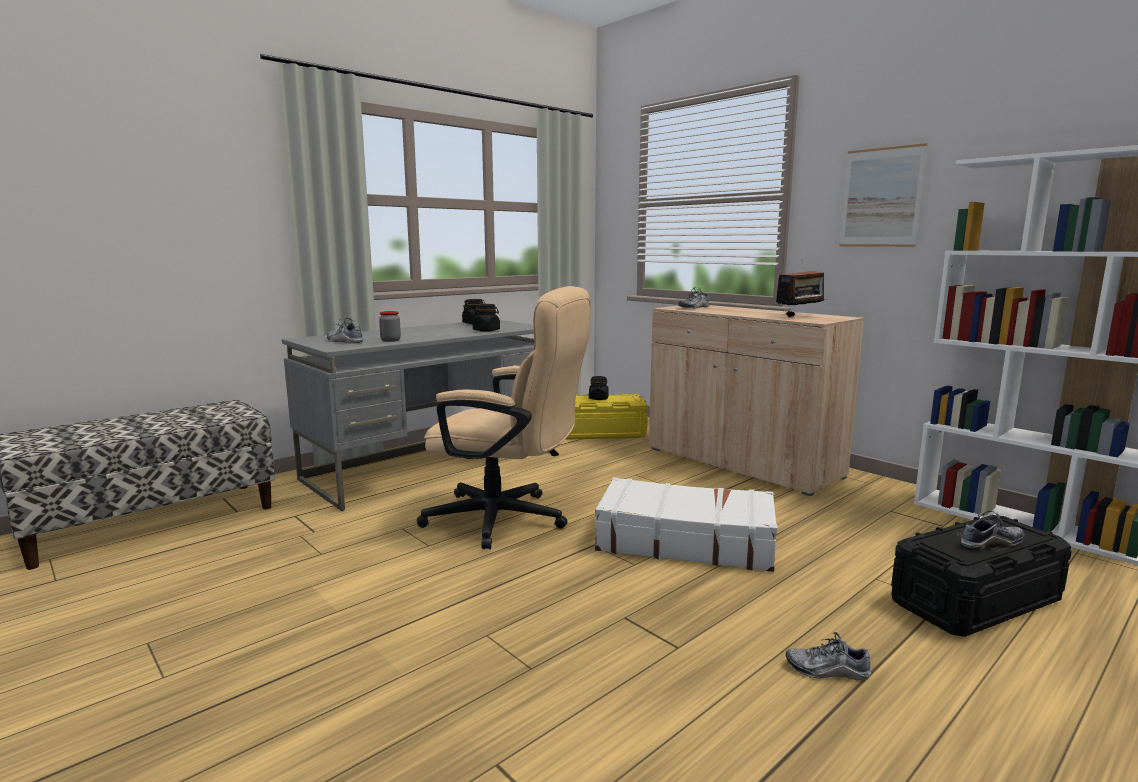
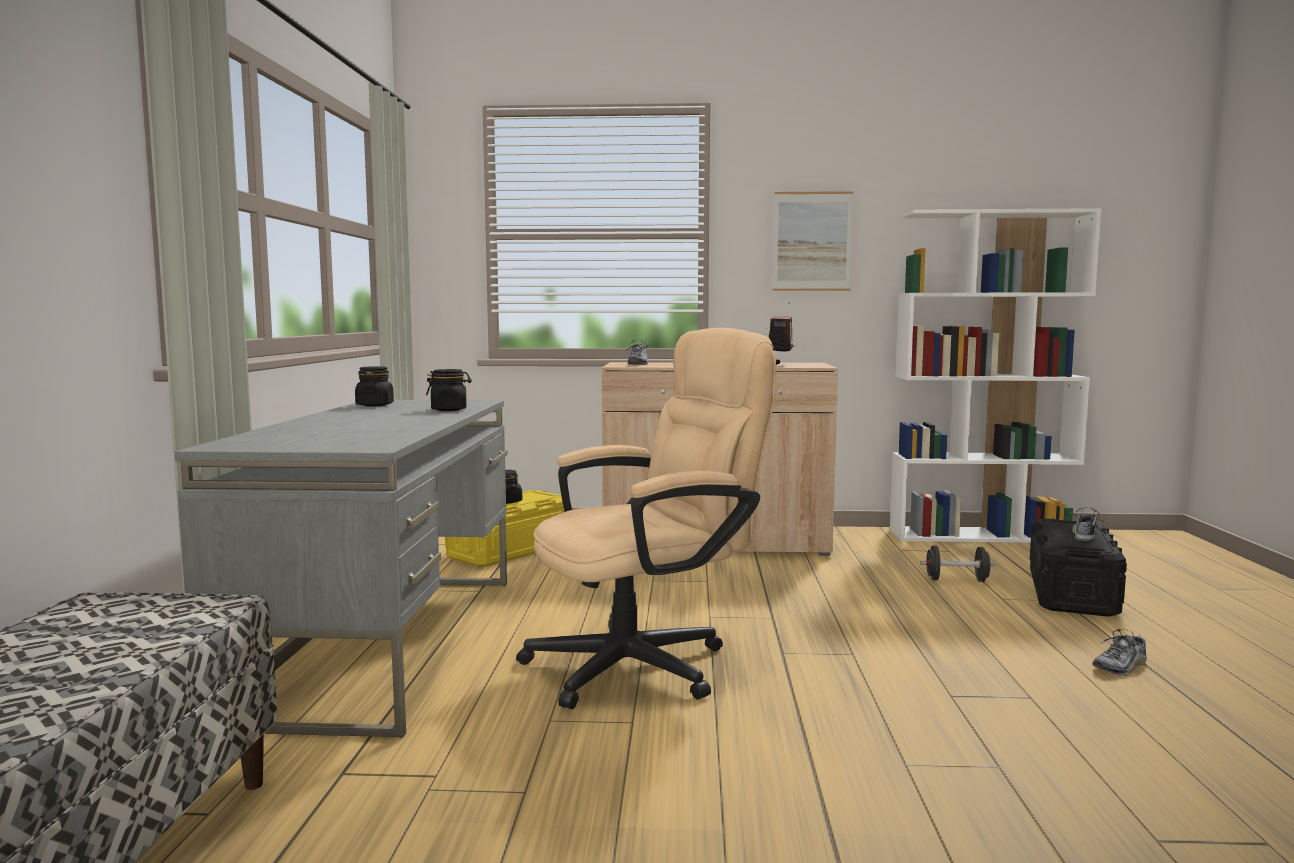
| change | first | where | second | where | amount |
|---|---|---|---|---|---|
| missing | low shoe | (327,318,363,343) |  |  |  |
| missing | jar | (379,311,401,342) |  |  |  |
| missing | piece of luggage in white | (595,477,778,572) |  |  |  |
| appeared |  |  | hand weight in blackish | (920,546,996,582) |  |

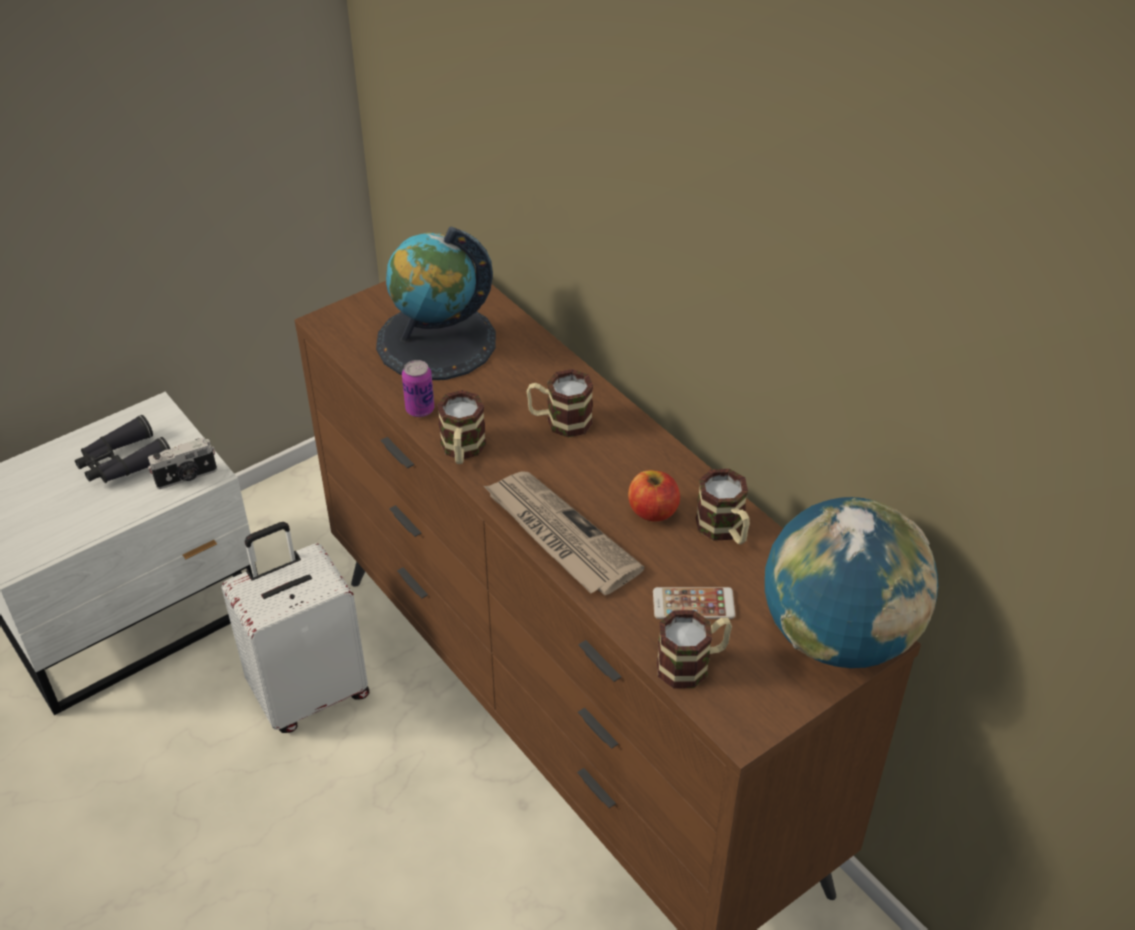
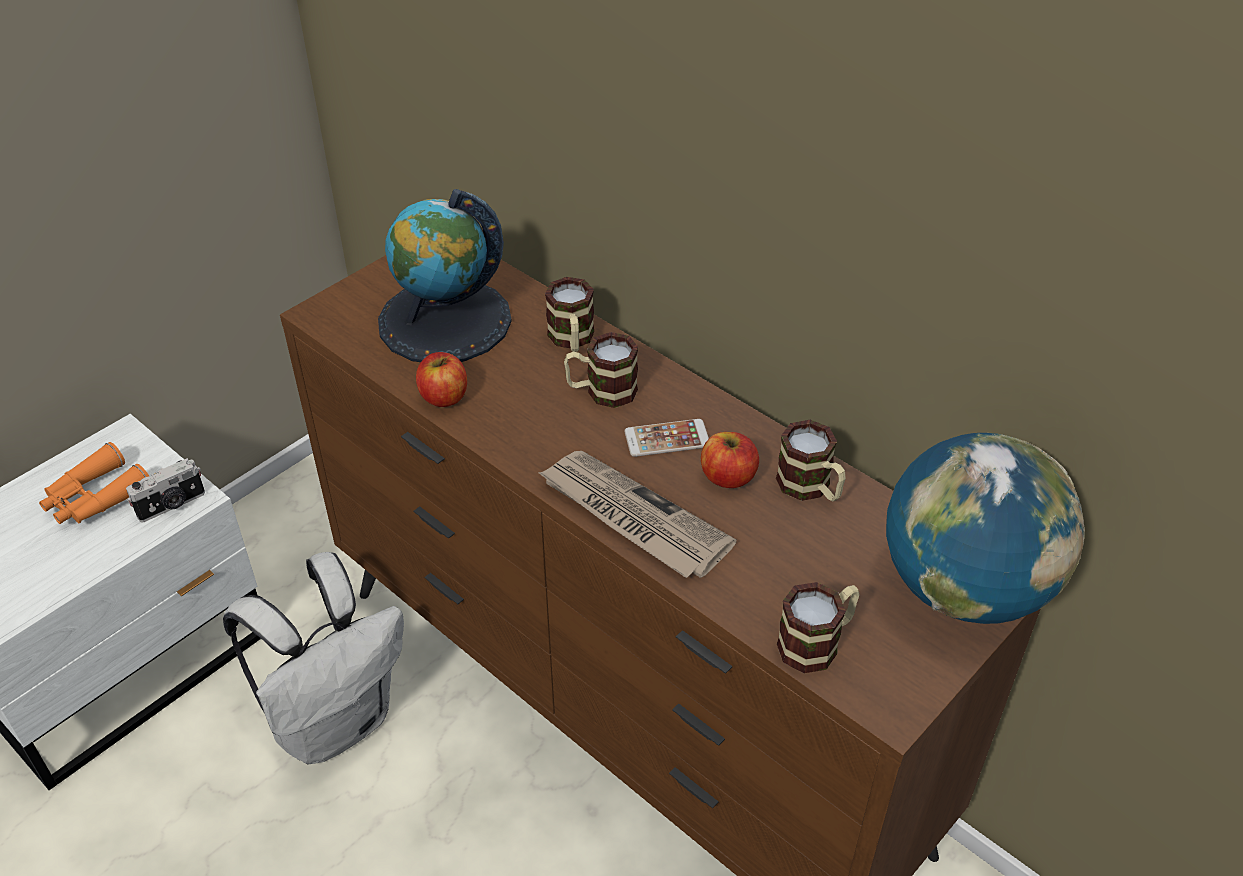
| change | first | where | second | where | amount |
|---|---|---|---|---|---|
| relocated | tea mug | (437,390,486,464) |  | (545,277,595,352) |  |
| relocated | telephone | (653,587,736,619) |  | (624,419,709,457) |  |
| exchanged | piece of luggage in white | (222,522,369,733) | knapsack in white | (223,552,404,764) |  |
| exchanged | metal can | (402,360,434,417) | apple | (416,352,467,407) |  |
| colour | field glasses in blackish | (75,415,170,483) | field glasses in orange | (39,442,149,524) |  |

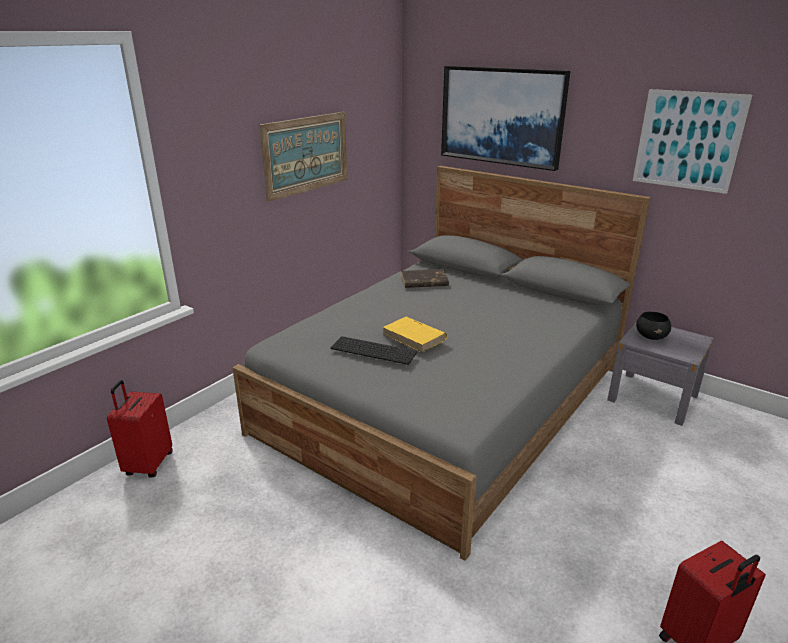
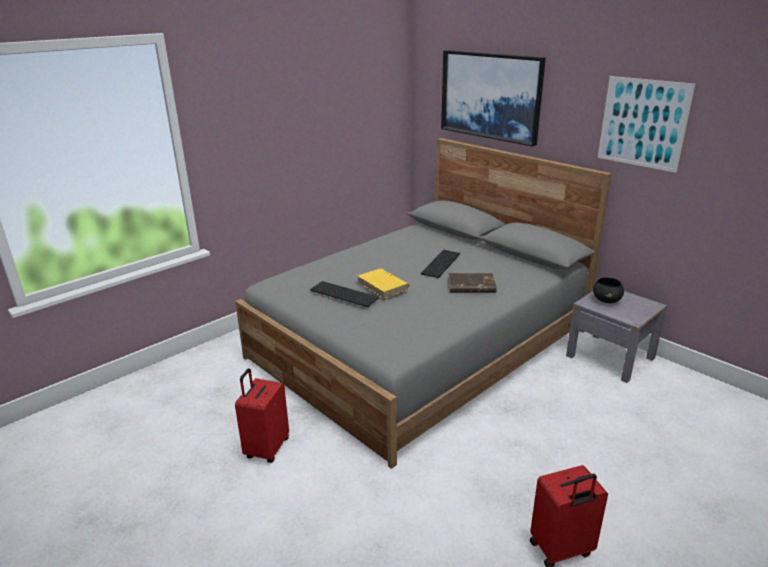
| change | first | where | second | where | amount |
|---|---|---|---|---|---|
| missing | wall picture | (259,112,348,202) |  |  |  |
| appeared |  |  | PC keyboard | (421,250,460,278) |  |
| relocated | piece of luggage in red-coloured | (107,380,173,477) |  | (235,368,289,463) |  |
| relocated | book in brown | (401,269,449,288) |  | (448,273,497,293) |  |

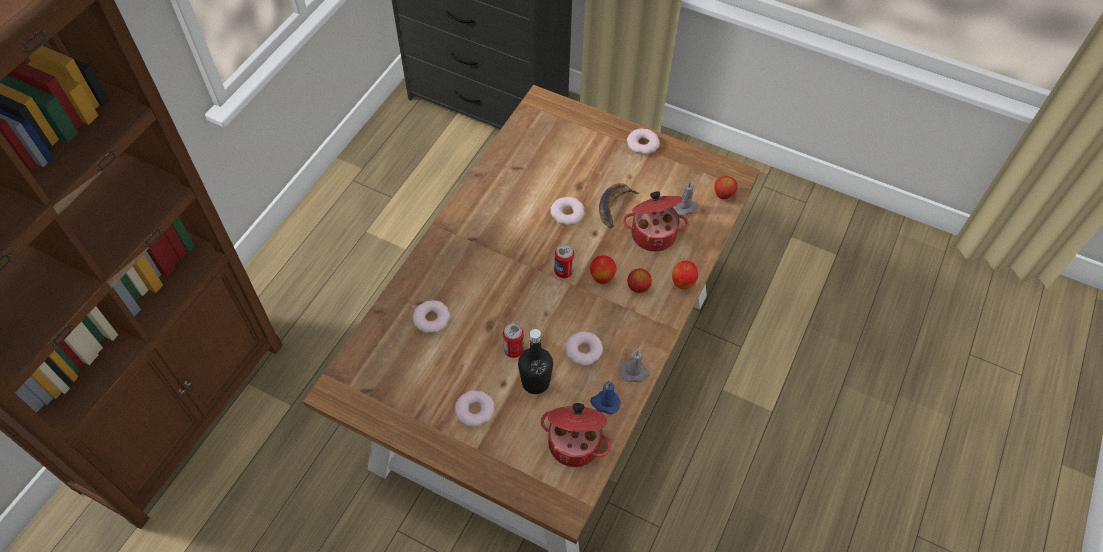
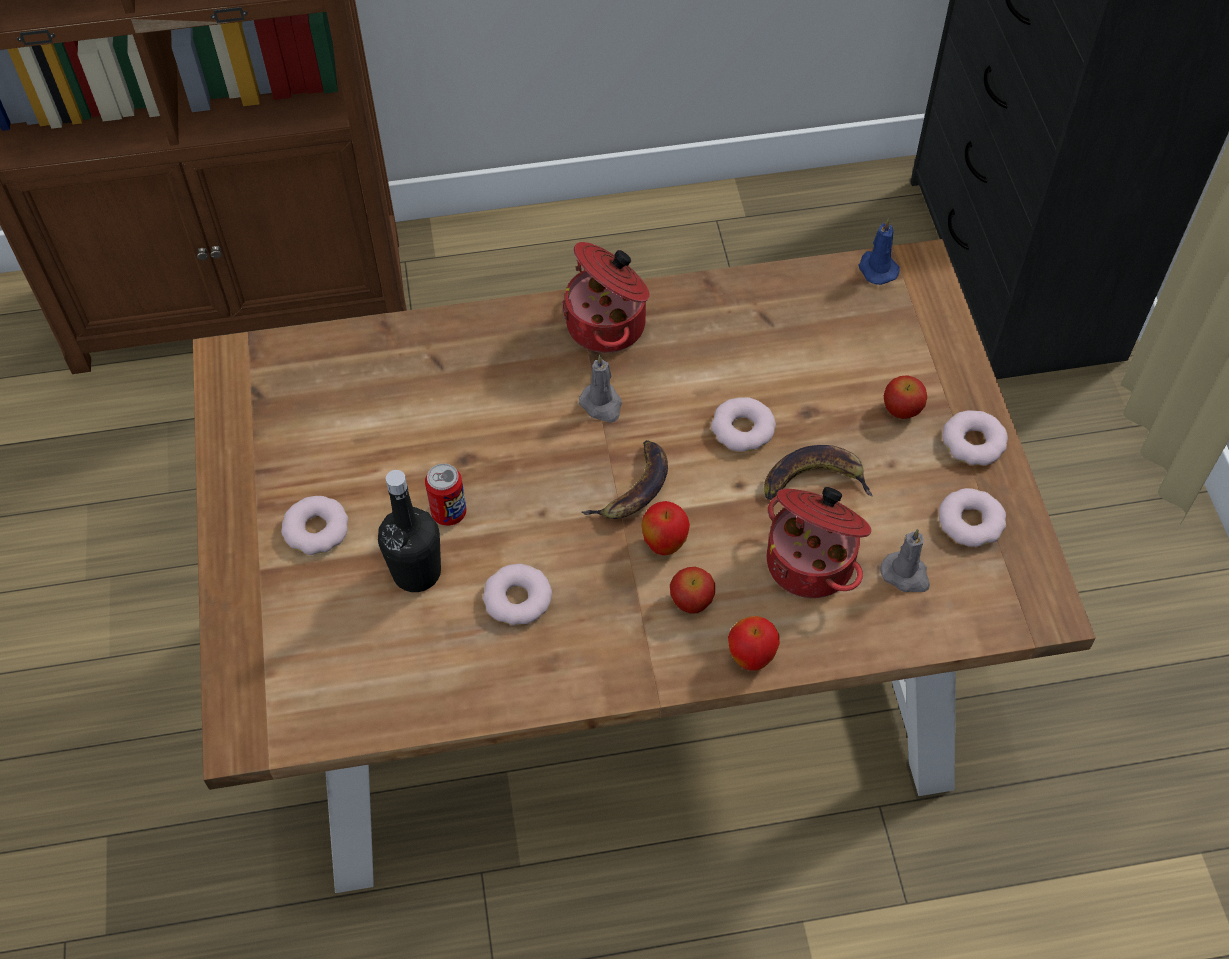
| change | first | where | second | where | amount |
|---|---|---|---|---|---|
| relocated | doughnut | (413,300,450,333) |  | (939,488,1006,547) |  |
| relocated | stockpot | (541,403,611,467) |  | (562,242,650,353) |  |
| relocated | wax candle in blue-coloured | (590,381,621,415) |  | (858,218,900,285) |  |
| relocated | wax candle in gray | (620,350,650,383) |  | (579,355,622,423) |  |
| relocated | apple | (715,176,738,199) |  | (884,375,927,419) |  |
| exchanged | metal can | (554,244,575,278) | banana fruit | (582,440,668,519) |  |

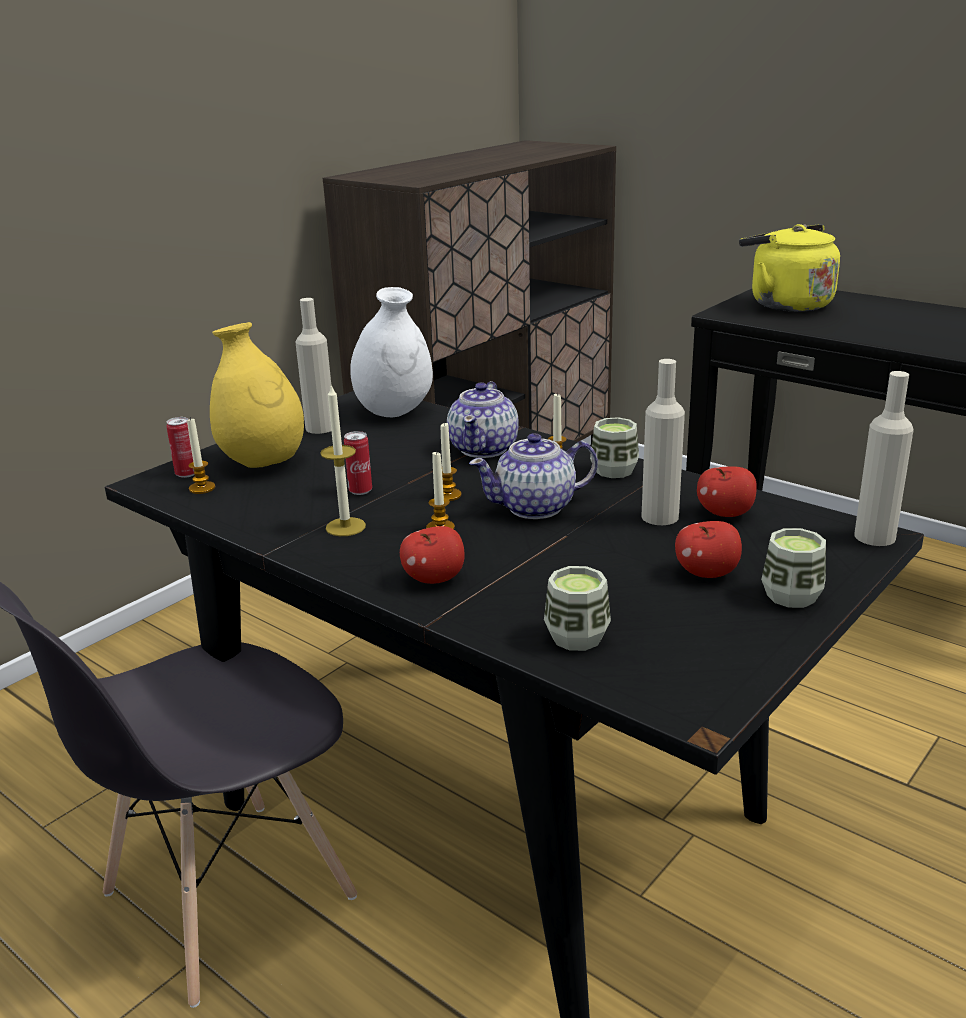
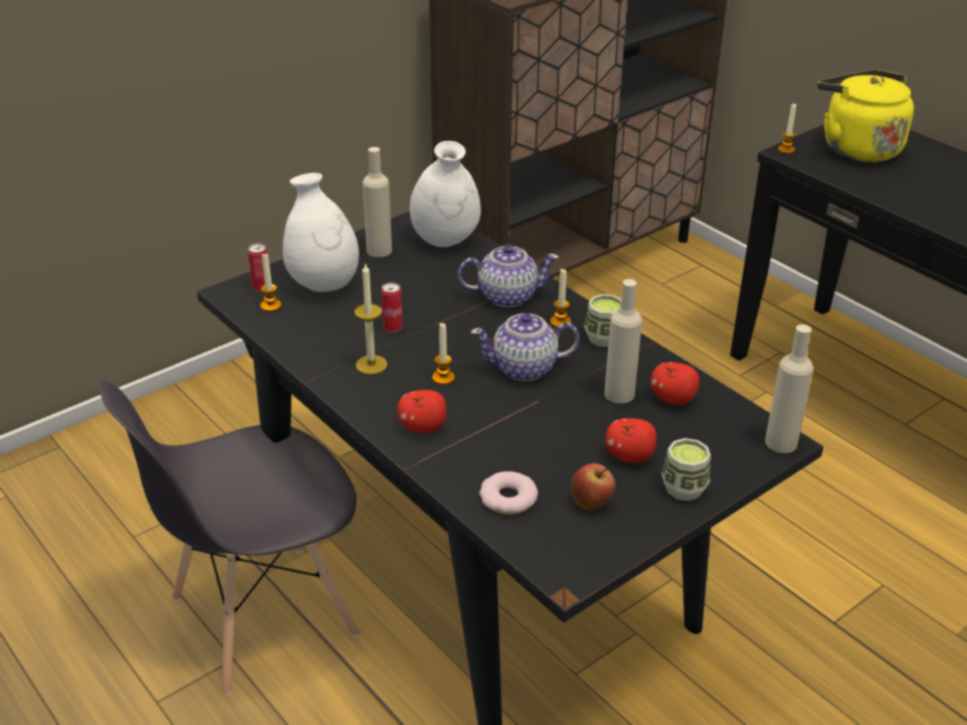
| change | first | where | second | where | amount |
|---|---|---|---|---|---|
| appeared |  |  | apple | (571,463,616,510) |  |
| relocated | wax candle | (441,423,461,501) |  | (778,104,796,154) |  |
| exchanged | drinking cup | (544,566,611,651) | doughnut | (479,471,538,514) |  |
| colour | vase in yellow-coloured | (210,322,304,468) | vase in white | (283,173,359,292) |  |
| spun | teapot | (447,381,519,458) |  | (458,245,559,307) | 120 degrees counterclockwise |

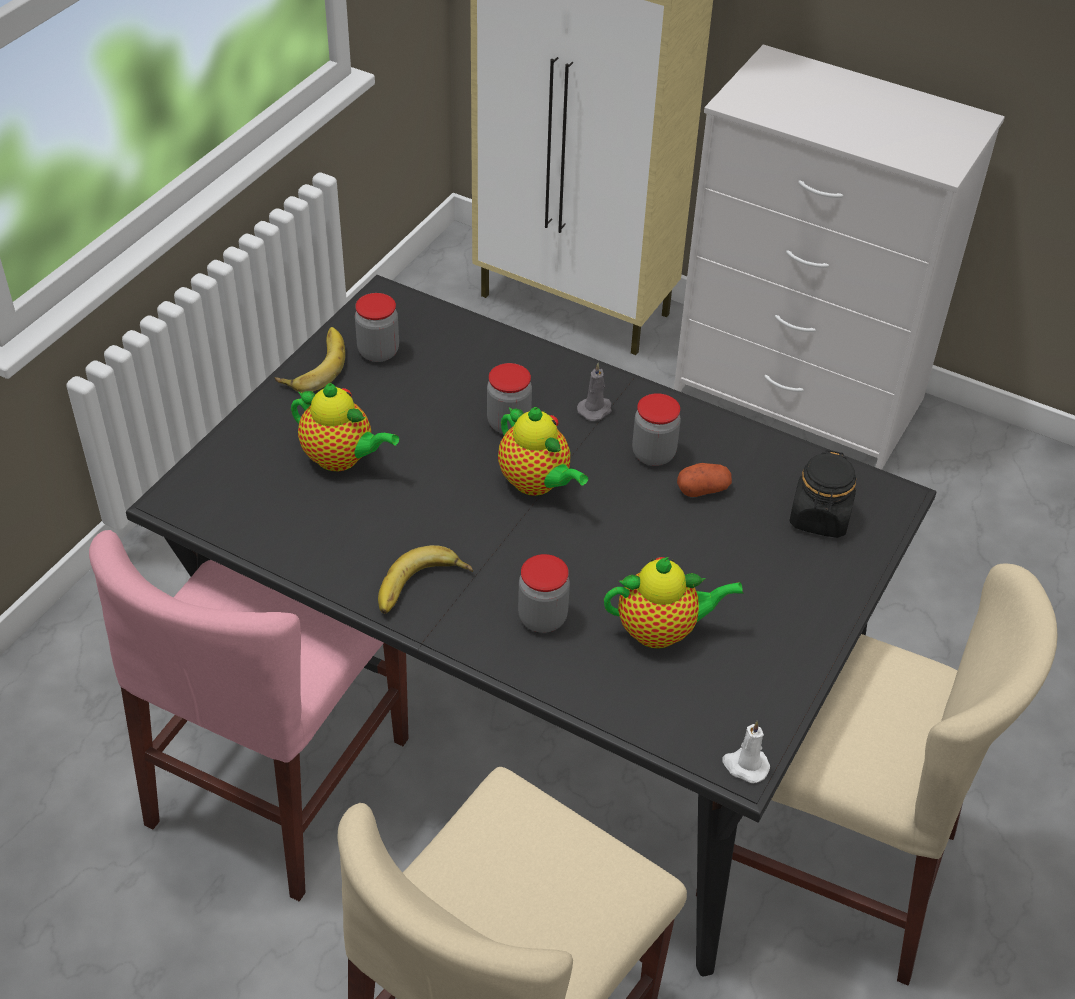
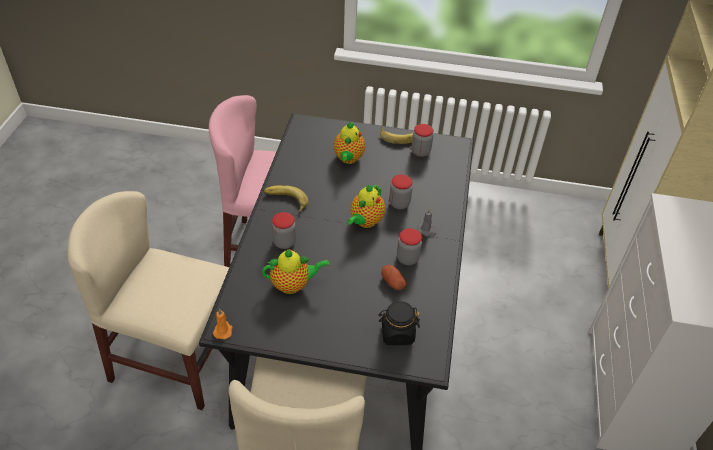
| change | first | where | second | where | amount |
|---|---|---|---|---|---|
| colour | wax candle in white | (722,721,770,783) | wax candle in orange | (213,309,233,339) |  |
| spun | teapot | (604,557,744,649) |  | (262,249,330,294) | 75 degrees counterclockwise |

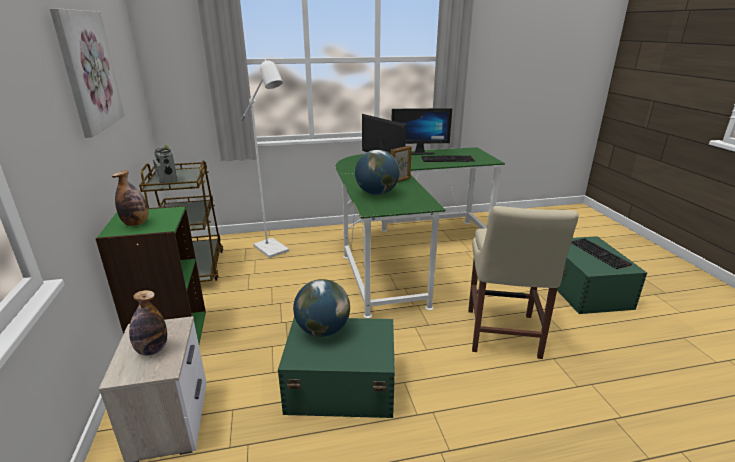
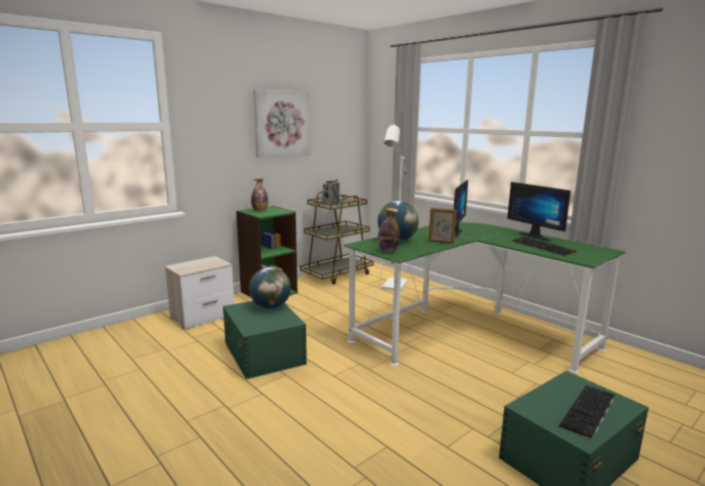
| change | first | where | second | where | amount |
|---|---|---|---|---|---|
| missing | chair in beige-coloured | (468,206,578,359) |  |  |  |
| relocated | drink bottle | (129,290,167,355) |  | (378,208,400,252) |  |

